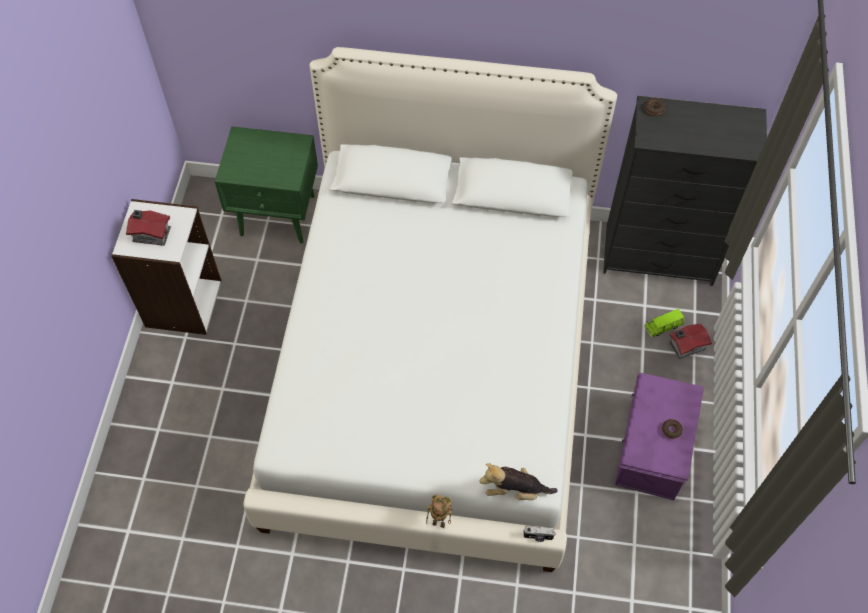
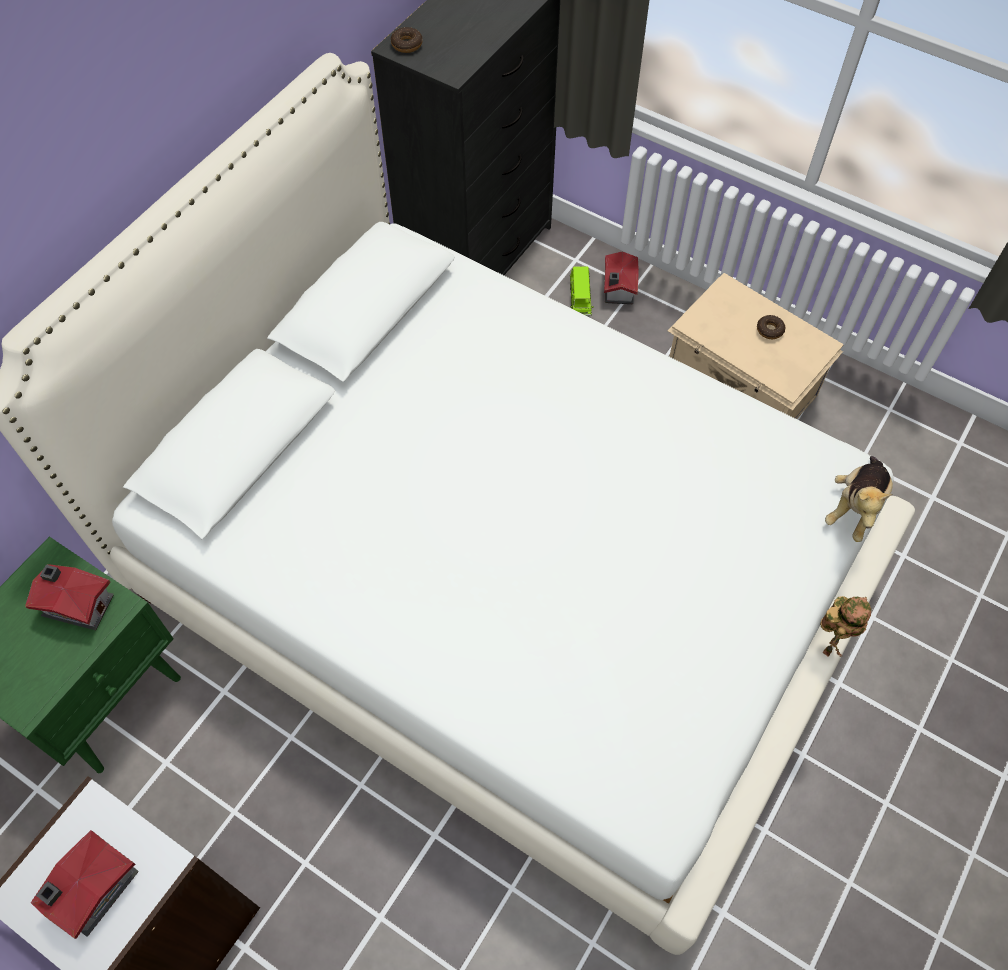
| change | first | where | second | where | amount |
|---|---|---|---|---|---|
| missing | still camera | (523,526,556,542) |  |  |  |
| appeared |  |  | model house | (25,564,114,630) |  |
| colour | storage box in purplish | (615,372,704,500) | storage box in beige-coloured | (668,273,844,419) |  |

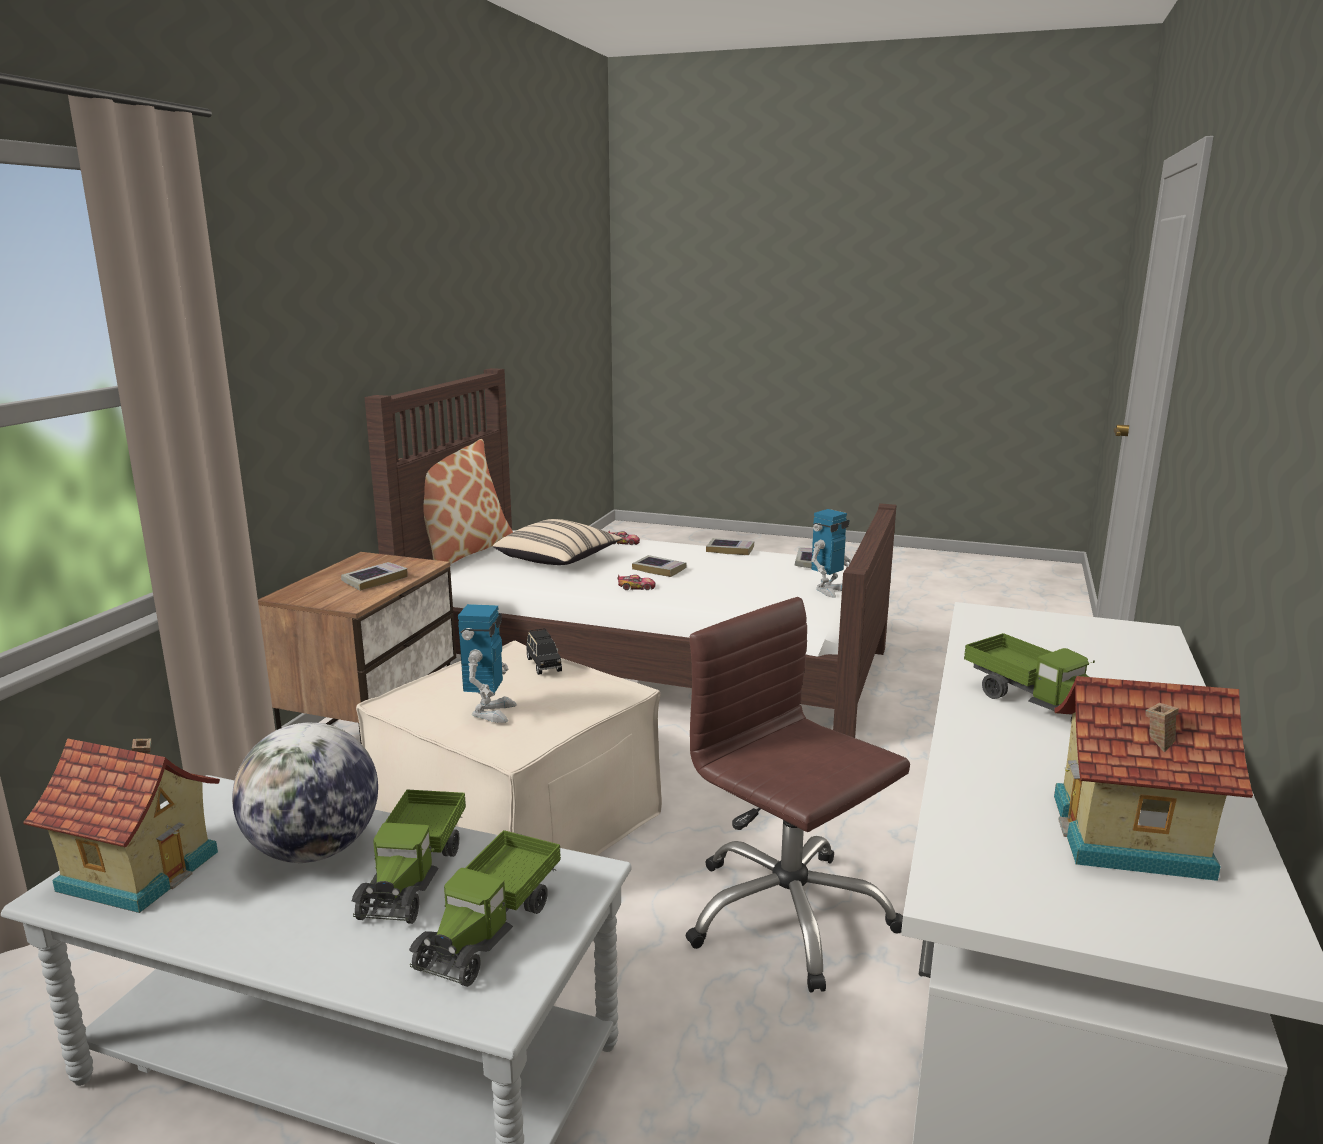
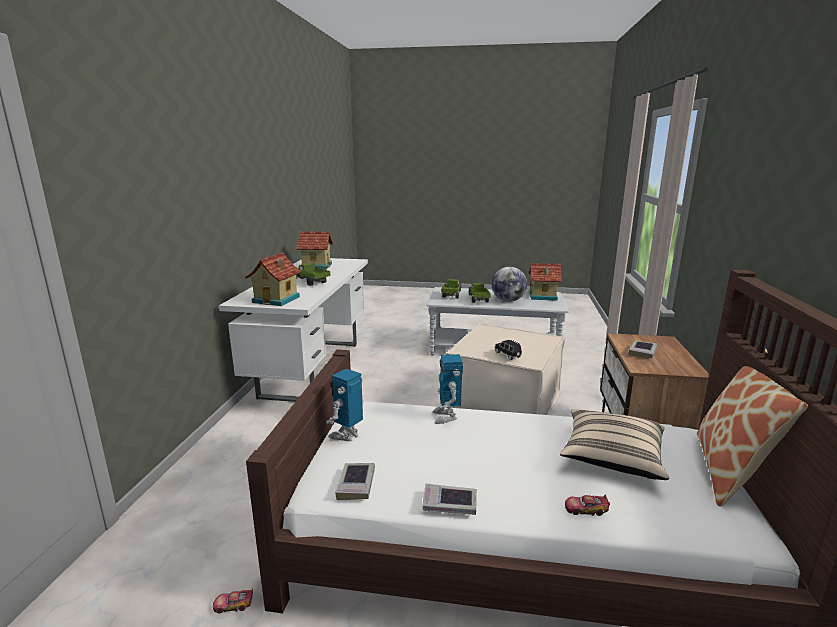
| change | first | where | second | where | amount |
|---|---|---|---|---|---|
| missing | book | (632,555,687,577) |  |  |  |
| missing | computer chair in brown | (685,597,910,992) |  |  |  |
| appeared |  |  | model house | (245,252,302,306) |  |
| relocated | model robot | (458,604,517,723) |  | (432,354,463,424) |  |
| relocated | toy car | (617,574,656,590) |  | (213,589,253,613) |  |

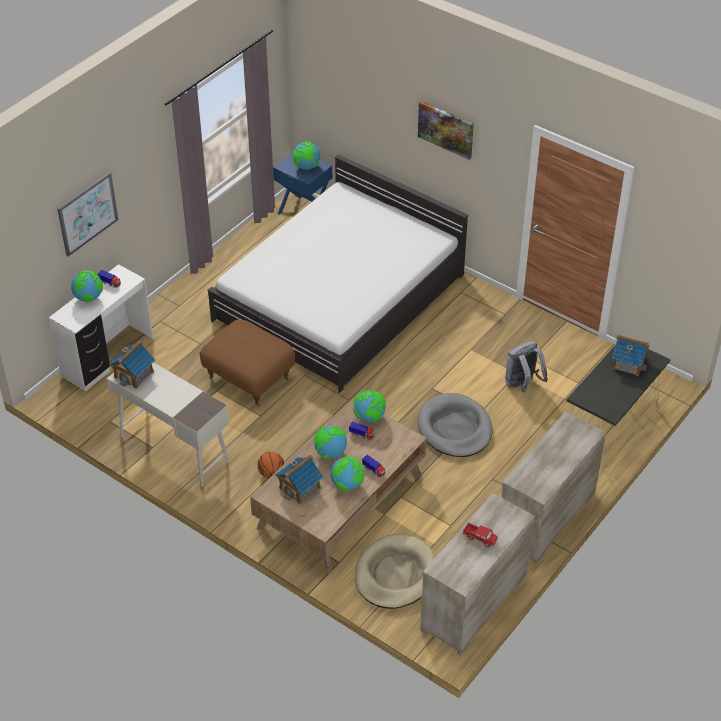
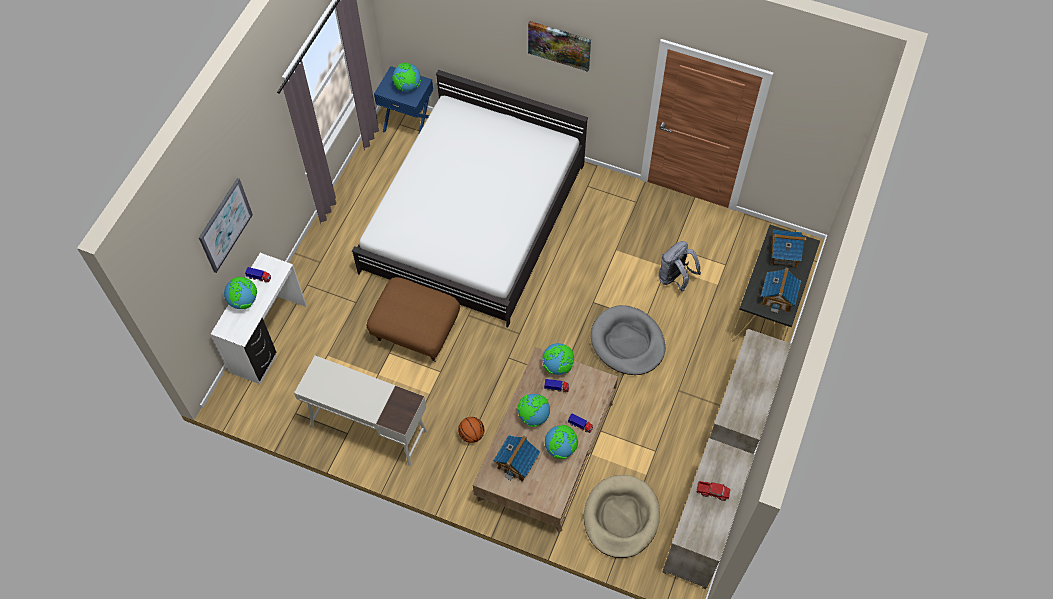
| change | first | where | second | where | amount |
|---|---|---|---|---|---|
| relocated | model house | (109,340,156,389) |  | (761,268,801,313) |  |

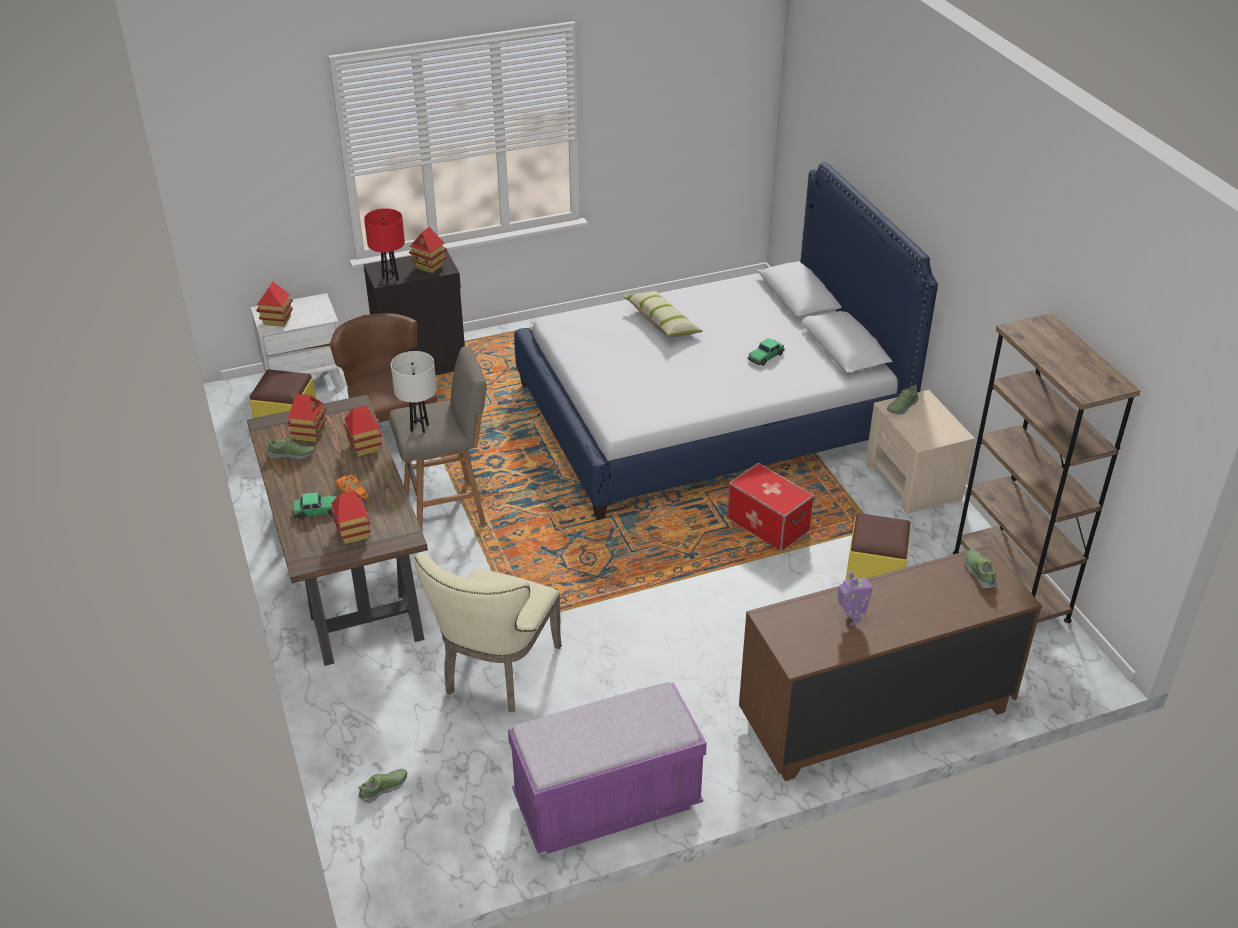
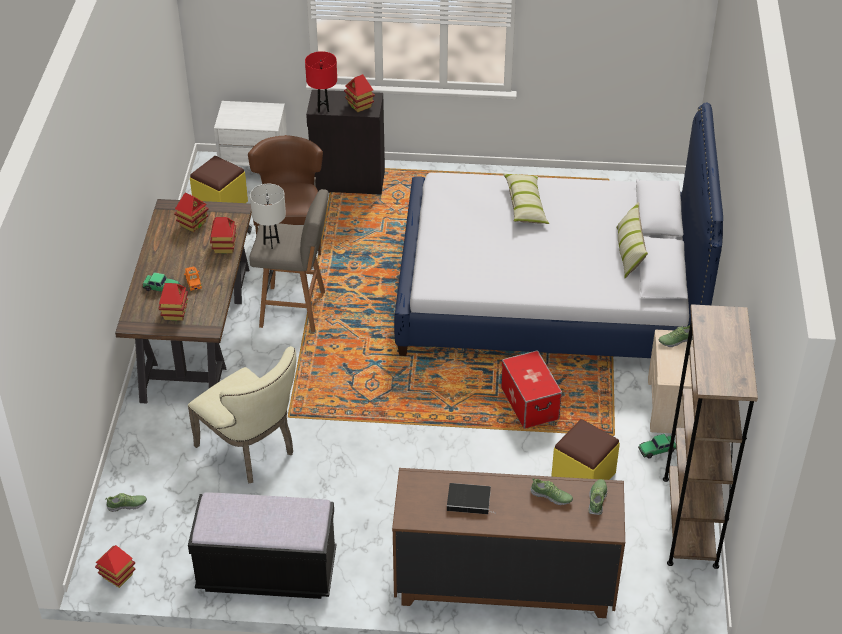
| change | first | where | second | where | amount |
|---|---|---|---|---|---|
| appeared |  |  | cushion | (616,202,648,278) |  |
| relocated | model house | (257,282,293,327) |  | (95,545,135,588) |  |
| relocated | low shoe | (266,438,314,459) |  | (531,478,573,505) |  |
| relocated | toy car | (748,338,785,366) |  | (638,434,676,458) |  |
| exchanged | model robot | (837,571,873,626) | book | (447,483,497,514) |  |
| colour | indoor bench in purplish | (508,682,707,854) | indoor bench in blackish | (188,493,336,599) |  |
| spun | chair in beige-coloured | (415,553,562,712) |  | (188,346,296,484) | 90 degrees counterclockwise |

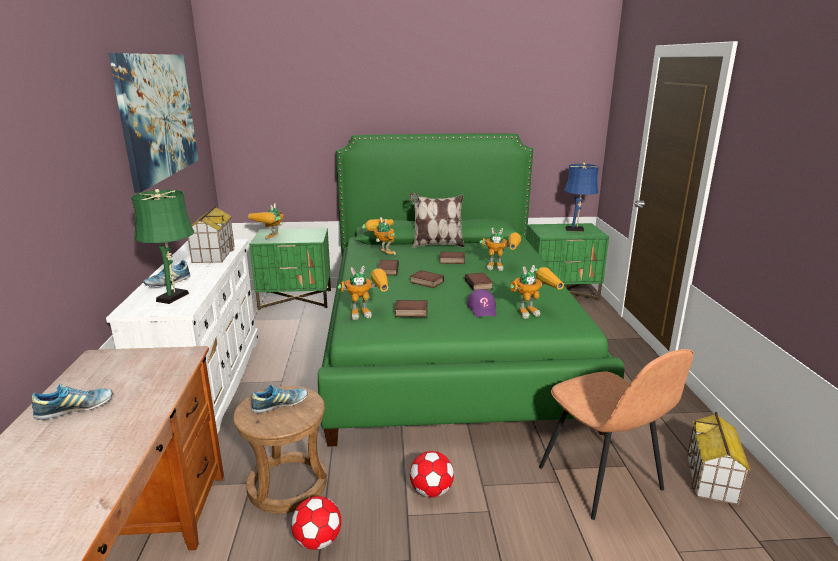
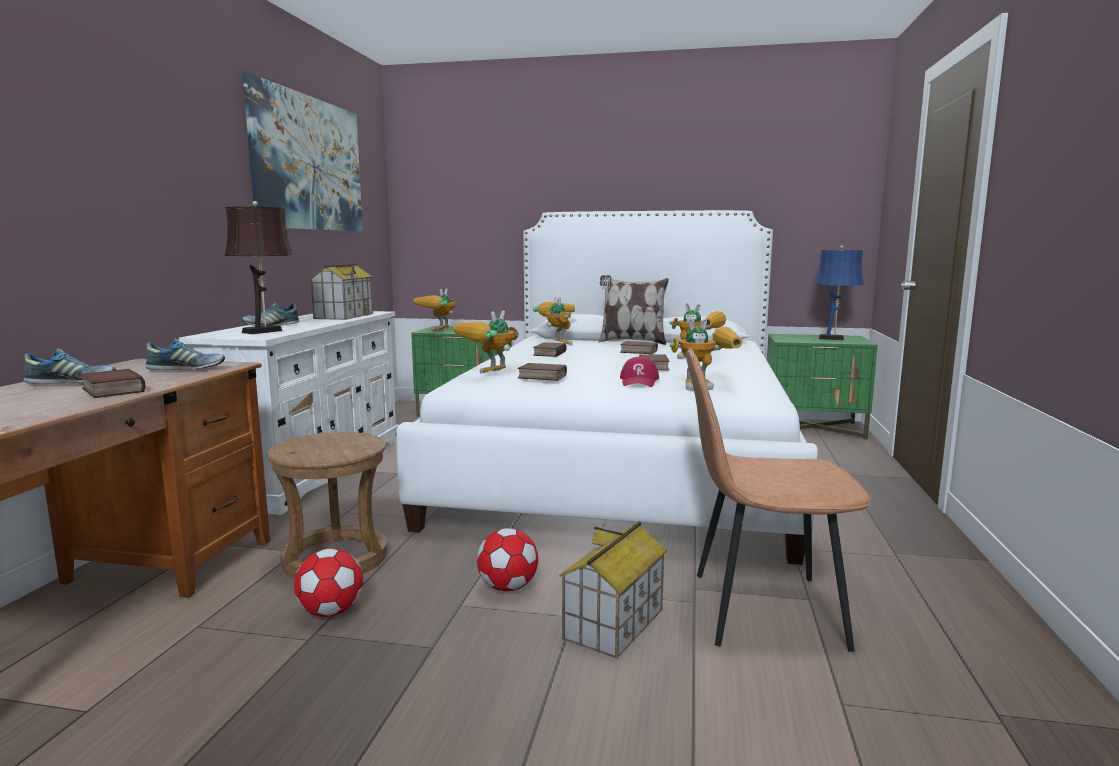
| change | first | where | second | where | amount |
|---|---|---|---|---|---|
| relocated | low shoe | (251,385,307,413) |  | (145,338,225,370) |  |
| relocated | book | (410,270,444,288) |  | (81,369,146,398) |  |
| relocated | model house | (687,412,750,505) |  | (559,521,667,659) |  |
| colour | table lamp in greenish | (131,189,194,304) | table lamp in brown | (225,201,293,334) |  |
| colour | sleeping bed in greenish | (318,133,624,447) | sleeping bed in white | (396,210,818,565) |  |
| colour | peaked cap in purplish | (467,289,496,317) | peaked cap in red-coloured | (620,357,659,387) |  |
| spun | model robot | (338,266,388,320) |  | (453,310,519,374) | 135 degrees clockwise |
| spun | chair in brown | (539,349,694,520) |  | (686,349,871,652) | 105 degrees clockwise |

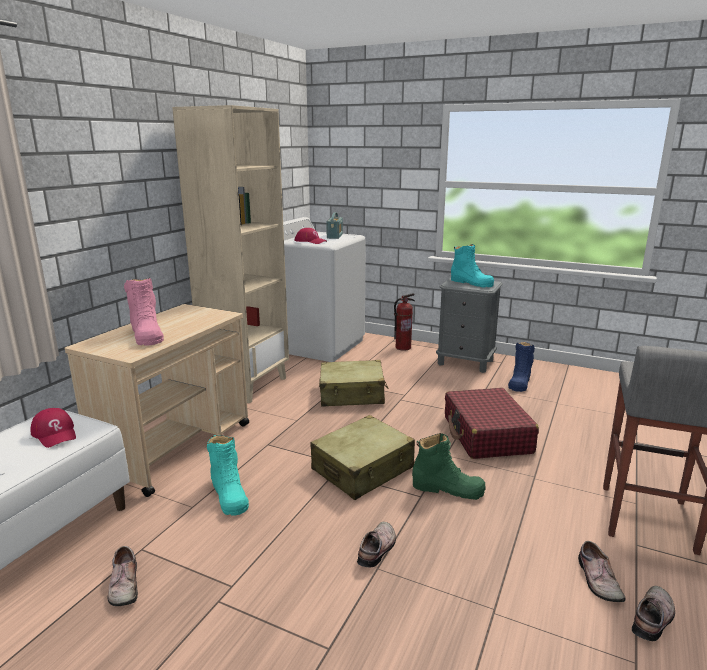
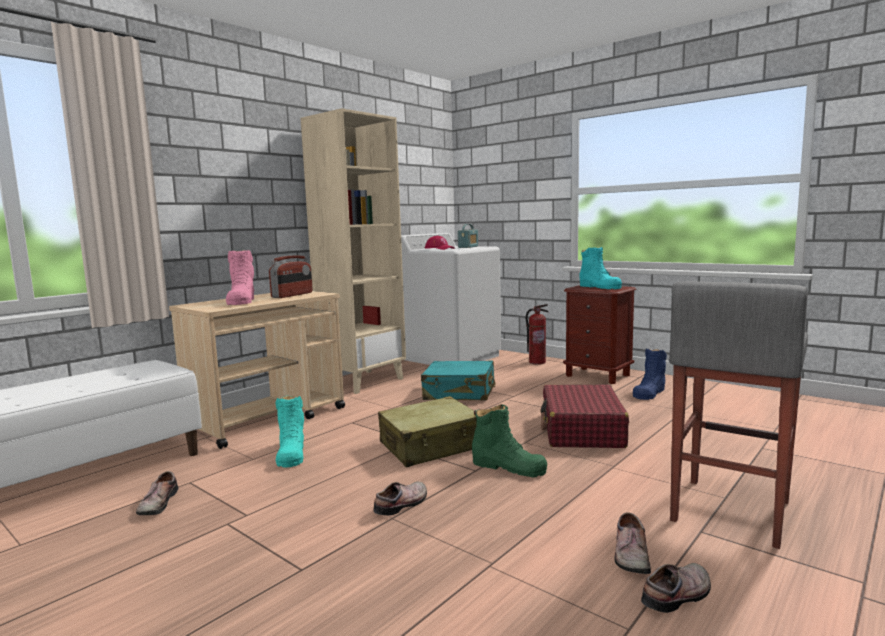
| change | first | where | second | where | amount |
|---|---|---|---|---|---|
| missing | peaked cap in red-coloured | (31,408,76,448) |  |  |  |
| appeared |  |  | radio | (269,256,313,298) |  |
| colour | piece of luggage in beige-coloured | (319,360,389,407) | piece of luggage in turquoise-coloured | (421,361,496,401) |  |
| colour | bedside table in gray | (436,278,503,373) | bedside table in brown | (563,285,636,384) |  |

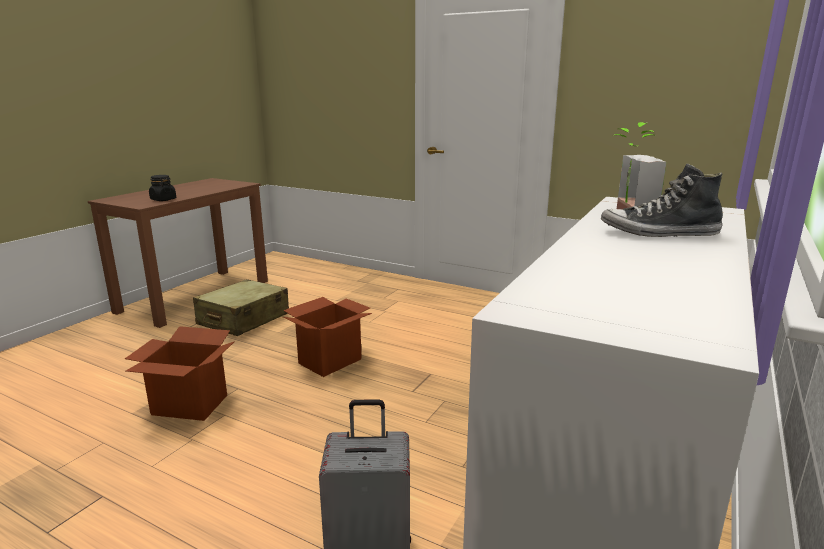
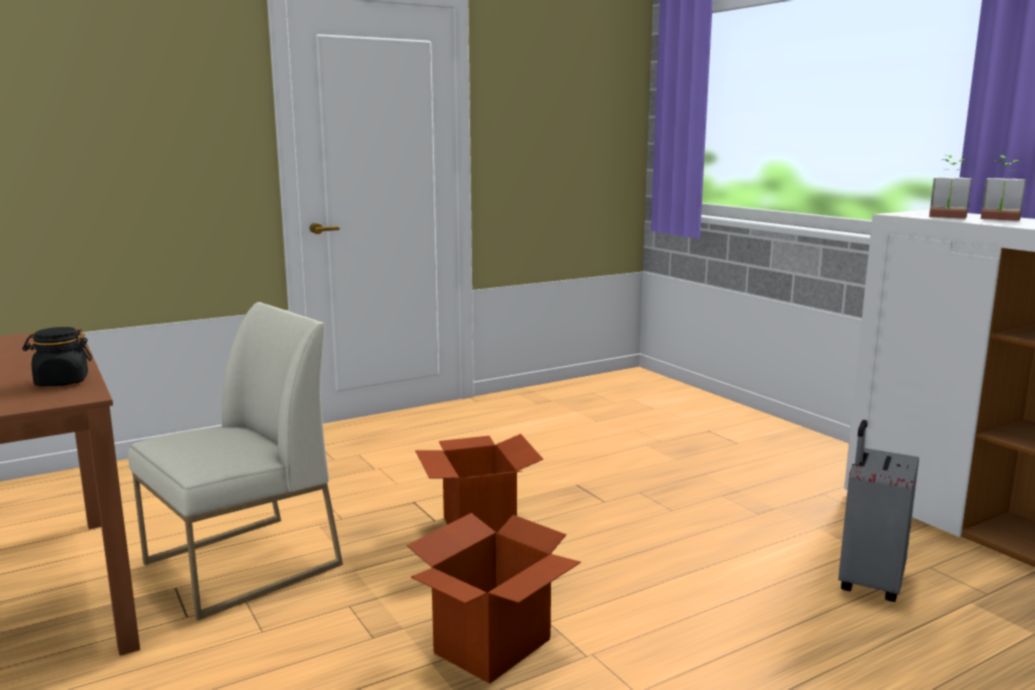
| change | first | where | second | where | amount |
|---|---|---|---|---|---|
| exchanged | piece of luggage in beige-coloured | (193,279,289,336) | chair in white | (128,302,343,620) |  |
| exchanged | low shoe | (601,164,723,237) | plant in a pot | (981,156,1026,221) |  |

